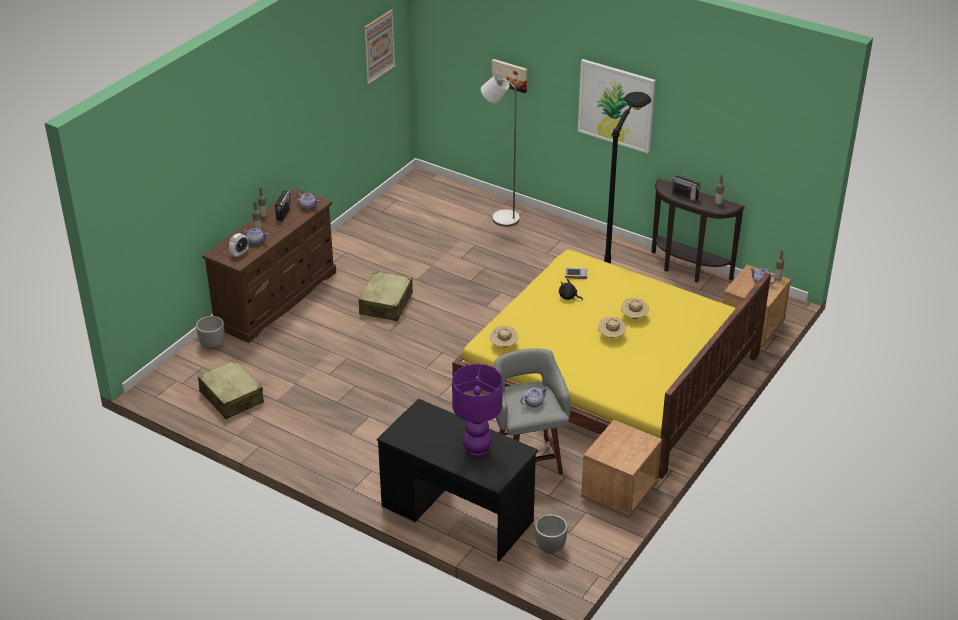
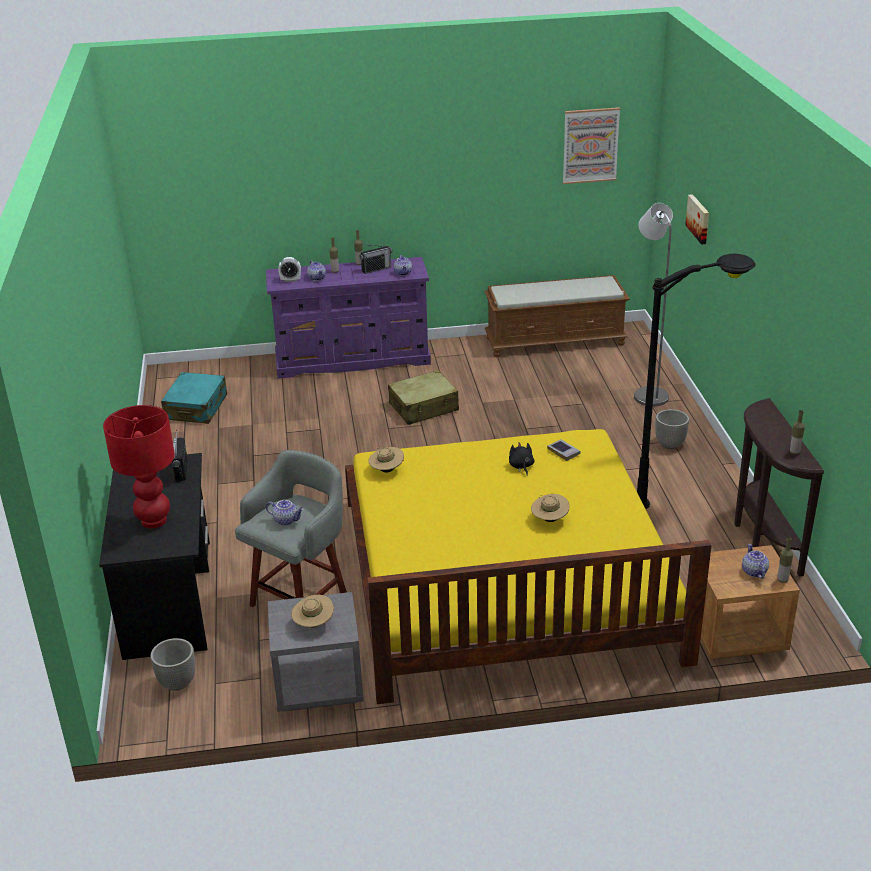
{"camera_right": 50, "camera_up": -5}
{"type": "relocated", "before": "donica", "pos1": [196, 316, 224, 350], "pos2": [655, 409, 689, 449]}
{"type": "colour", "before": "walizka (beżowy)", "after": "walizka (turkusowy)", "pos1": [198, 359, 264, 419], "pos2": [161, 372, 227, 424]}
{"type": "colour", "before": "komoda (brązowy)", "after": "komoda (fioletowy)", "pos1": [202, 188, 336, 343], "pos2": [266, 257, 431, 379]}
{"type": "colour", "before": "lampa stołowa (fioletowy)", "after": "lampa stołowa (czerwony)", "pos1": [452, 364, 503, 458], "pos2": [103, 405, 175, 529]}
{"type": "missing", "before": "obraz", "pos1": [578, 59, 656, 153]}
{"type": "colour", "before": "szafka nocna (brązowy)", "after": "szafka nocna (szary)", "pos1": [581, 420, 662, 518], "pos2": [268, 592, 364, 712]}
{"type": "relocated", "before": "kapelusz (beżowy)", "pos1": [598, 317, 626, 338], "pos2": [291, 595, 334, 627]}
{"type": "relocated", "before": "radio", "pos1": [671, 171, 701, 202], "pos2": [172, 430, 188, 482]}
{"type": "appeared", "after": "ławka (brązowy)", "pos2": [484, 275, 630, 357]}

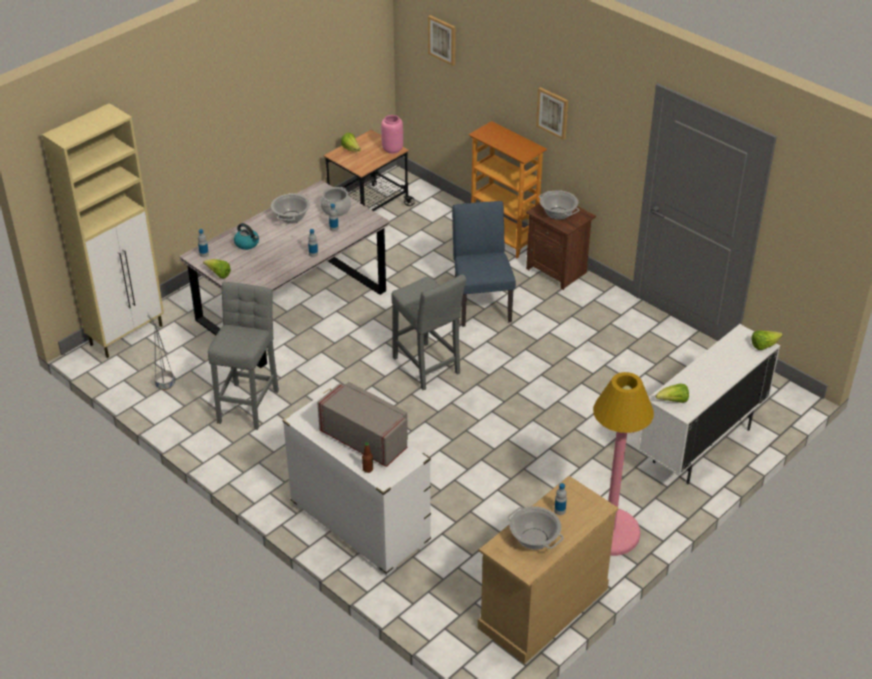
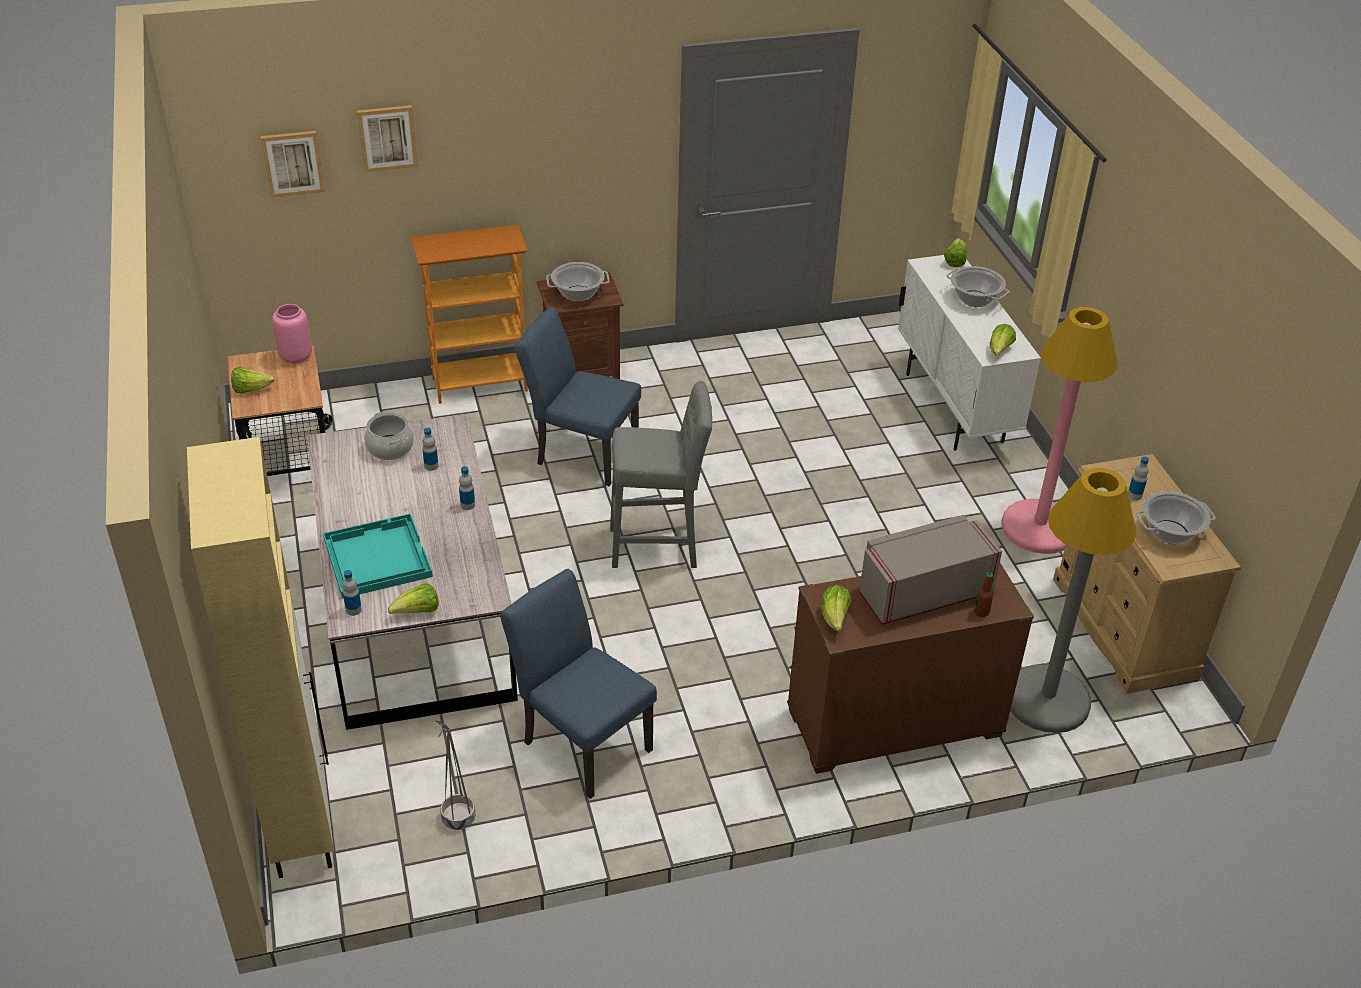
{"camera_right": -60, "camera_up": 0}
{"type": "exchanged", "before": "stołek (szary)", "after": "krzesło (niebieski)", "pos1": [208, 282, 279, 430], "pos2": [500, 569, 657, 799]}
{"type": "exchanged", "before": "czajnik", "after": "taca (turkusowy)", "pos1": [234, 223, 259, 250], "pos2": [323, 513, 433, 599]}
{"type": "relocated", "before": "garnek", "pos1": [271, 193, 310, 224], "pos2": [946, 266, 1009, 307]}
{"type": "colour", "before": "komoda (biały)", "after": "komoda (brązowy)", "pos1": [283, 389, 431, 576], "pos2": [787, 563, 1034, 774]}
{"type": "relocated", "before": "obraz", "pos1": [536, 87, 568, 140], "pos2": [357, 105, 418, 172]}
{"type": "appeared", "after": "sałata", "pos2": [821, 585, 852, 631]}
{"type": "appeared", "after": "lampa stojąca (szary)", "pos2": [1010, 468, 1137, 733]}

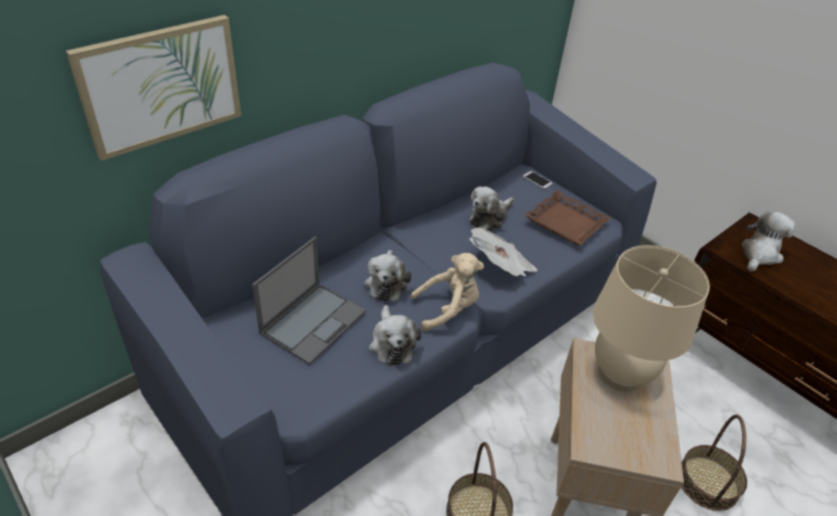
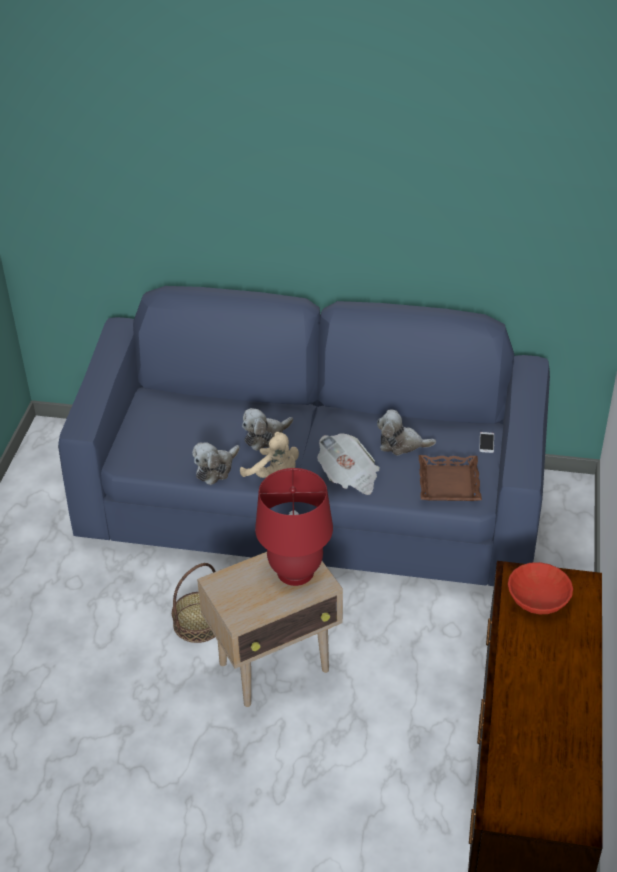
{"camera_right": 55, "camera_up": 0}
{"type": "missing", "before": "obraz", "pos1": [66, 15, 241, 161]}
{"type": "missing", "before": "laptop", "pos1": [252, 237, 366, 365]}
{"type": "colour", "before": "lampa stołowa (beżowy)", "after": "lampa stołowa (czerwony)", "pos1": [593, 245, 710, 392], "pos2": [255, 468, 333, 586]}
{"type": "missing", "before": "koszyk", "pos1": [681, 415, 747, 511]}
{"type": "exchanged", "before": "pluszak", "after": "miska (czerwony)", "pos1": [742, 211, 795, 271], "pos2": [508, 562, 573, 614]}

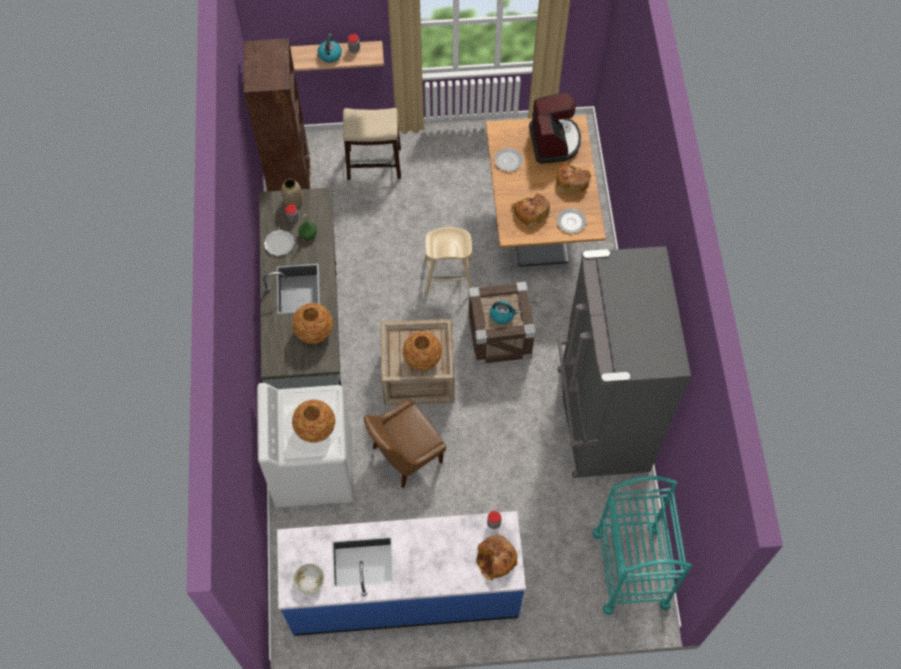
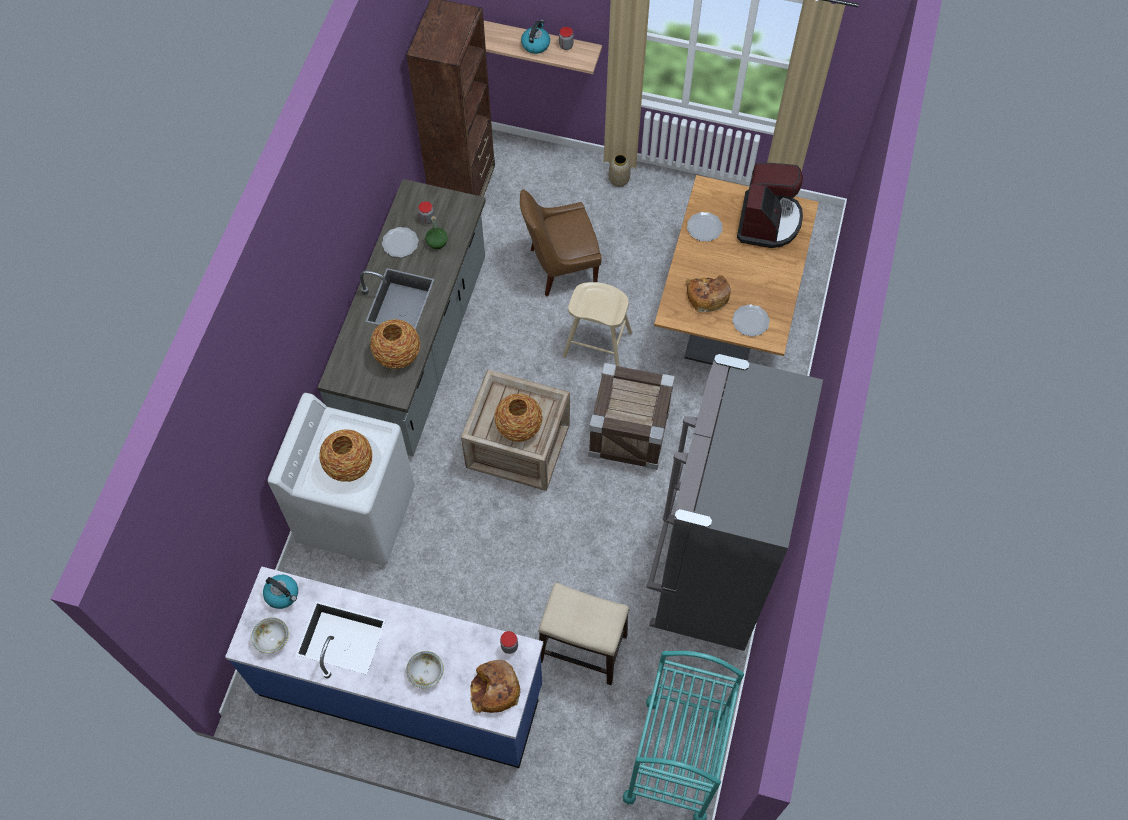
{"camera_right": 20, "camera_up": 0}
{"type": "relocated", "before": "wazon", "pos1": [281, 179, 303, 207], "pos2": [609, 154, 631, 187]}
{"type": "relocated", "before": "stołek", "pos1": [343, 108, 401, 180], "pos2": [538, 583, 629, 685]}
{"type": "relocated", "before": "krzesło (brązowy)", "pos1": [364, 399, 446, 488], "pos2": [520, 189, 602, 297]}
{"type": "relocated", "before": "czajnik", "pos1": [490, 301, 518, 324], "pos2": [263, 575, 298, 609]}
{"type": "missing", "before": "chleb", "pos1": [557, 163, 591, 193]}
{"type": "appeared", "after": "miska", "pos2": [406, 651, 444, 688]}

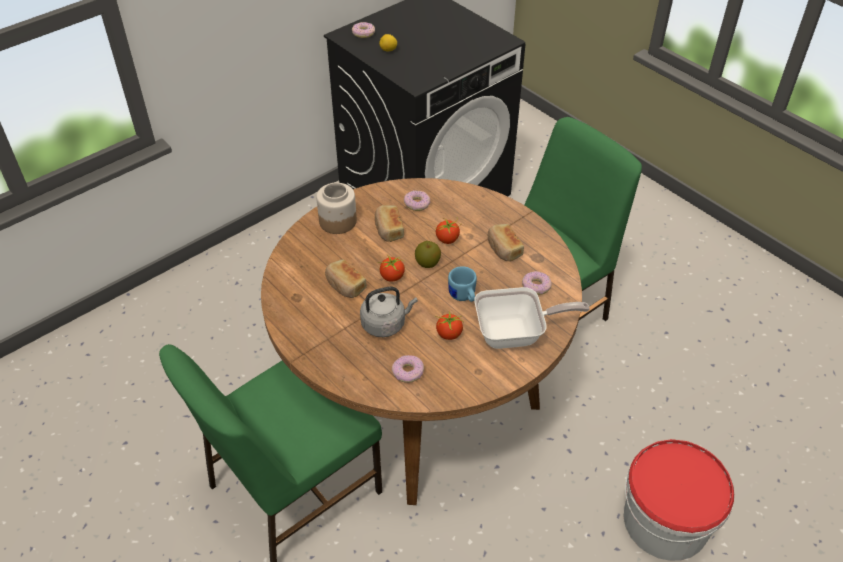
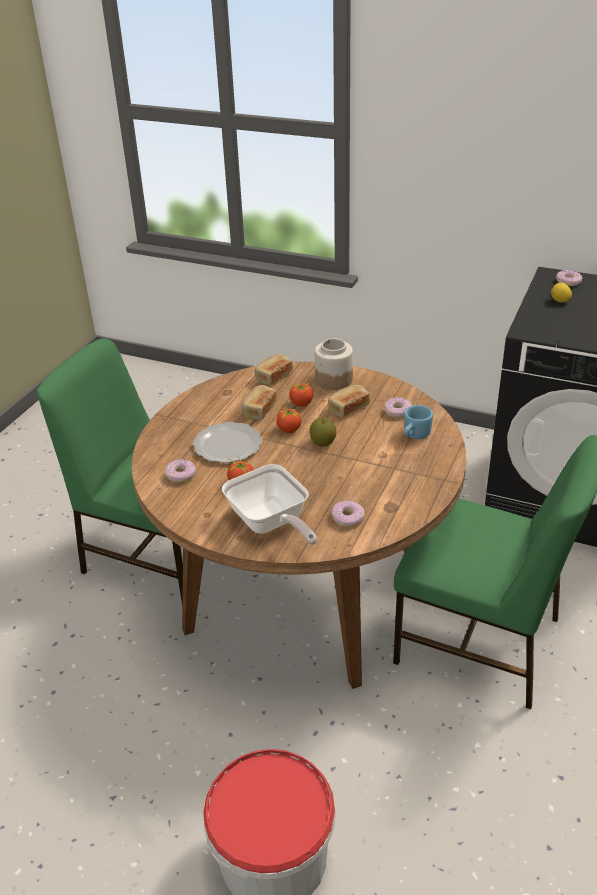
{"camera_right": 65, "camera_up": -10}
{"type": "exchanged", "before": "czajnik (szary)", "after": "talerz", "pos1": [360, 286, 418, 337], "pos2": [193, 422, 262, 463]}
{"type": "relocated", "before": "pomidor", "pos1": [436, 218, 460, 244], "pos2": [289, 382, 313, 407]}
{"type": "relocated", "before": "kubek (niebieski)", "pos1": [448, 266, 477, 302], "pos2": [404, 405, 433, 439]}
{"type": "relocated", "before": "chleb", "pos1": [488, 224, 524, 261], "pos2": [254, 354, 293, 385]}

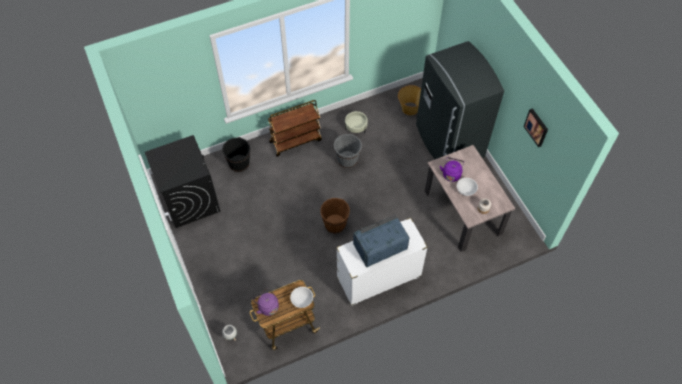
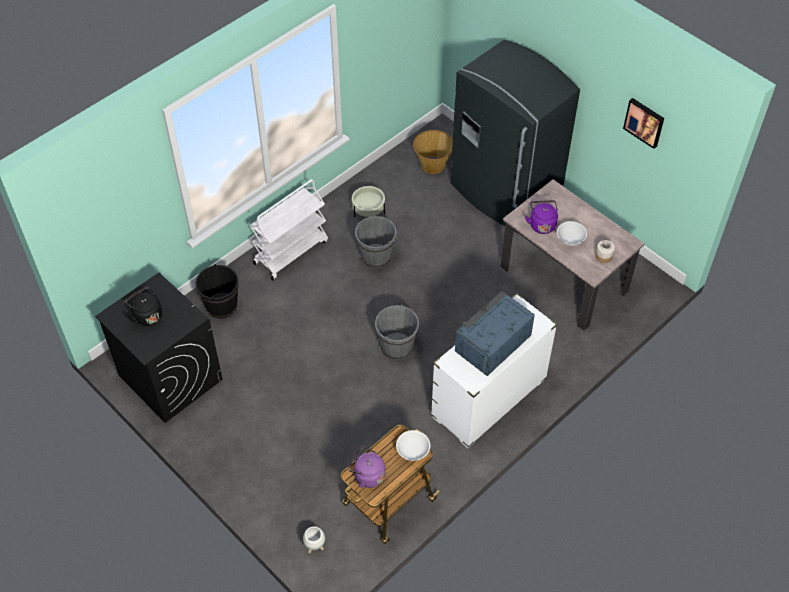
{"camera_right": -20, "camera_up": -5}
{"type": "colour", "before": "wózek (brązowy)", "after": "wózek (biały)", "pos1": [268, 100, 322, 157], "pos2": [250, 179, 328, 280]}
{"type": "colour", "before": "wiadro (brązowy)", "after": "wiadro (szary)", "pos1": [320, 198, 350, 233], "pos2": [375, 305, 419, 360]}
{"type": "appeared", "after": "czajnik (czarny)", "pos2": [124, 286, 162, 326]}

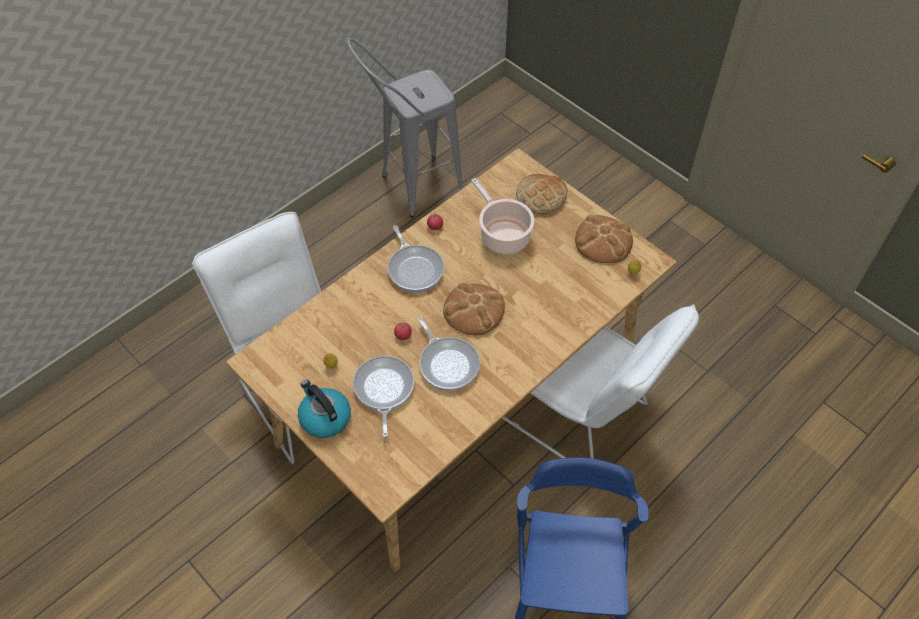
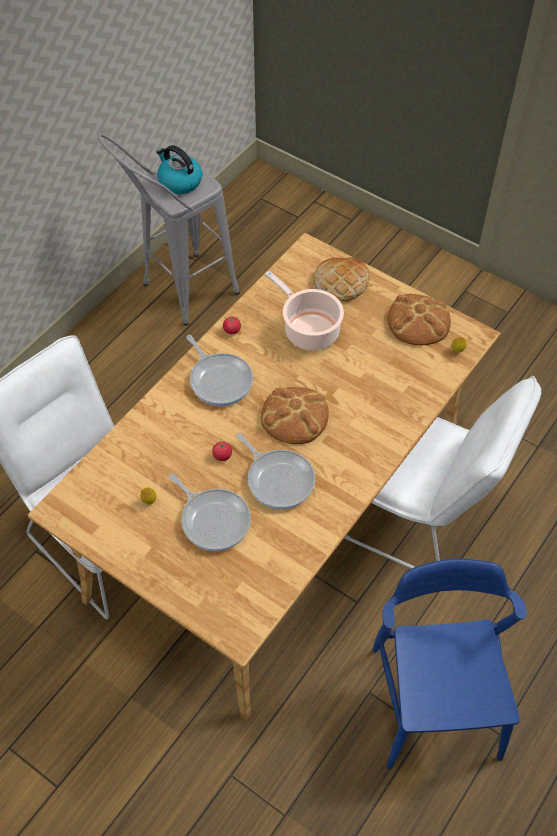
{"camera_right": -10, "camera_up": 0}
{"type": "relocated", "before": "czajnik", "pos1": [298, 380, 351, 438], "pos2": [156, 145, 202, 194]}
{"type": "spun", "before": "patelnia", "pos1": [353, 356, 414, 437], "pos2": [169, 473, 251, 551], "turn": 150}

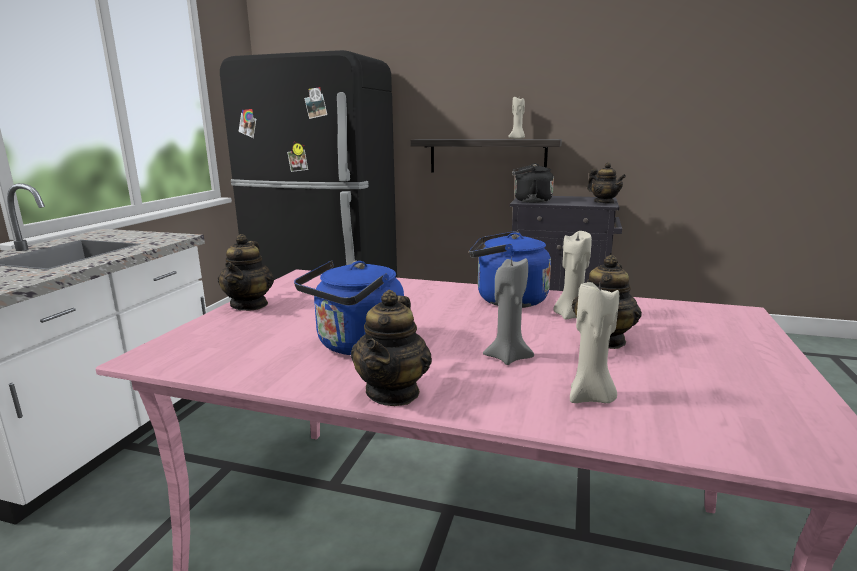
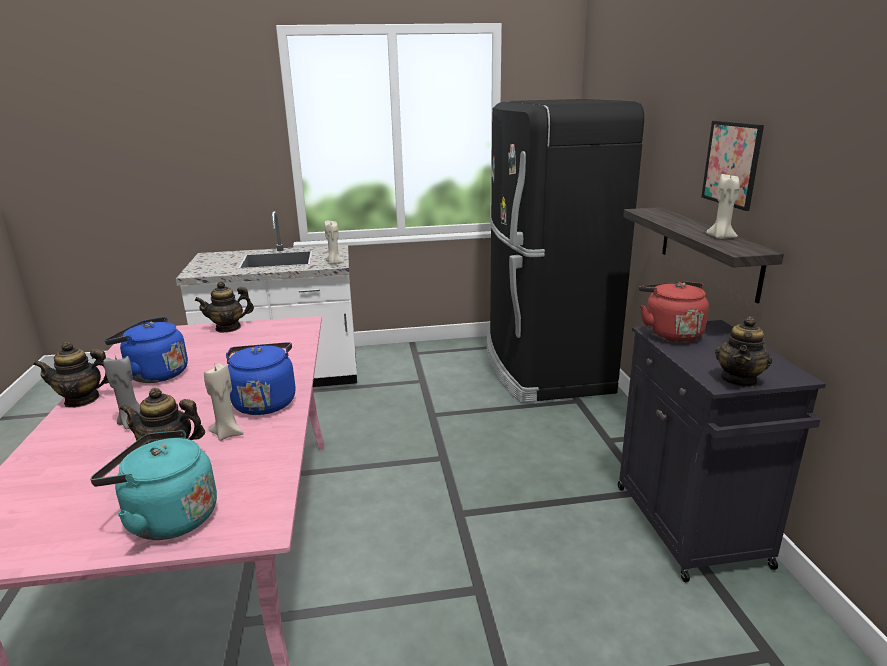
{"camera_right": 65, "camera_up": 5}
{"type": "colour", "before": "czajnik (czarny)", "after": "czajnik (czerwony)", "pos1": [512, 163, 554, 203], "pos2": [639, 281, 709, 343]}
{"type": "relocated", "before": "świeca (beżowy)", "pos1": [570, 279, 619, 403], "pos2": [325, 221, 344, 265]}
{"type": "appeared", "after": "czajnik (turkusowy)", "pos2": [90, 430, 217, 540]}
{"type": "appeared", "after": "obraz", "pos2": [701, 121, 764, 211]}

